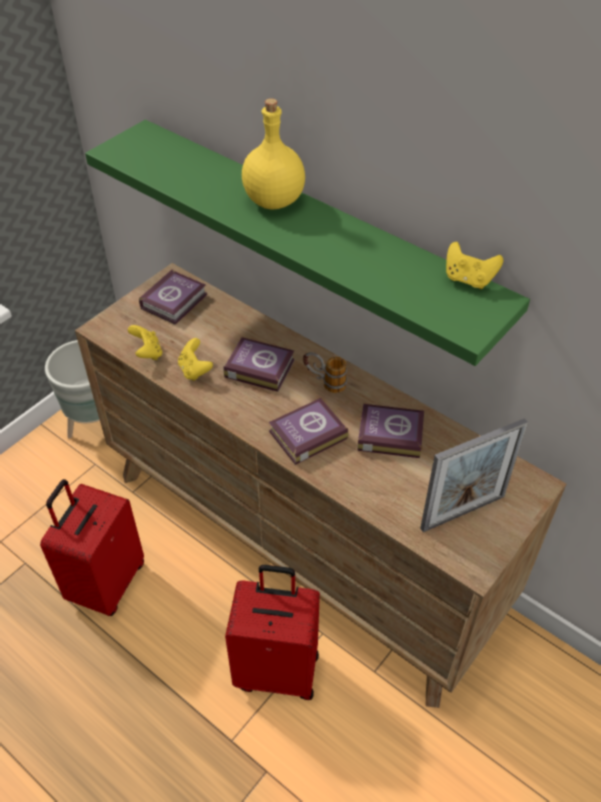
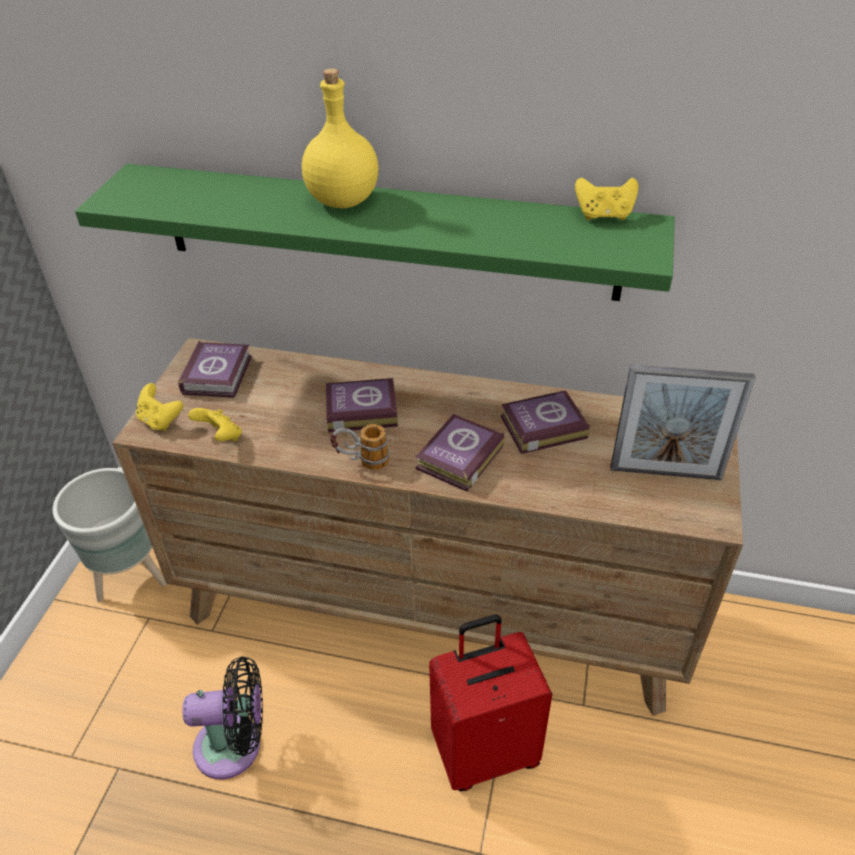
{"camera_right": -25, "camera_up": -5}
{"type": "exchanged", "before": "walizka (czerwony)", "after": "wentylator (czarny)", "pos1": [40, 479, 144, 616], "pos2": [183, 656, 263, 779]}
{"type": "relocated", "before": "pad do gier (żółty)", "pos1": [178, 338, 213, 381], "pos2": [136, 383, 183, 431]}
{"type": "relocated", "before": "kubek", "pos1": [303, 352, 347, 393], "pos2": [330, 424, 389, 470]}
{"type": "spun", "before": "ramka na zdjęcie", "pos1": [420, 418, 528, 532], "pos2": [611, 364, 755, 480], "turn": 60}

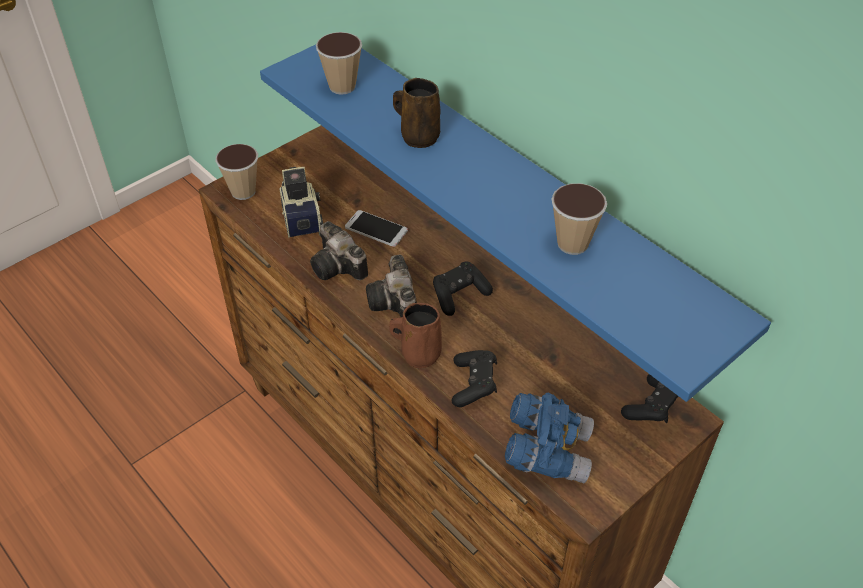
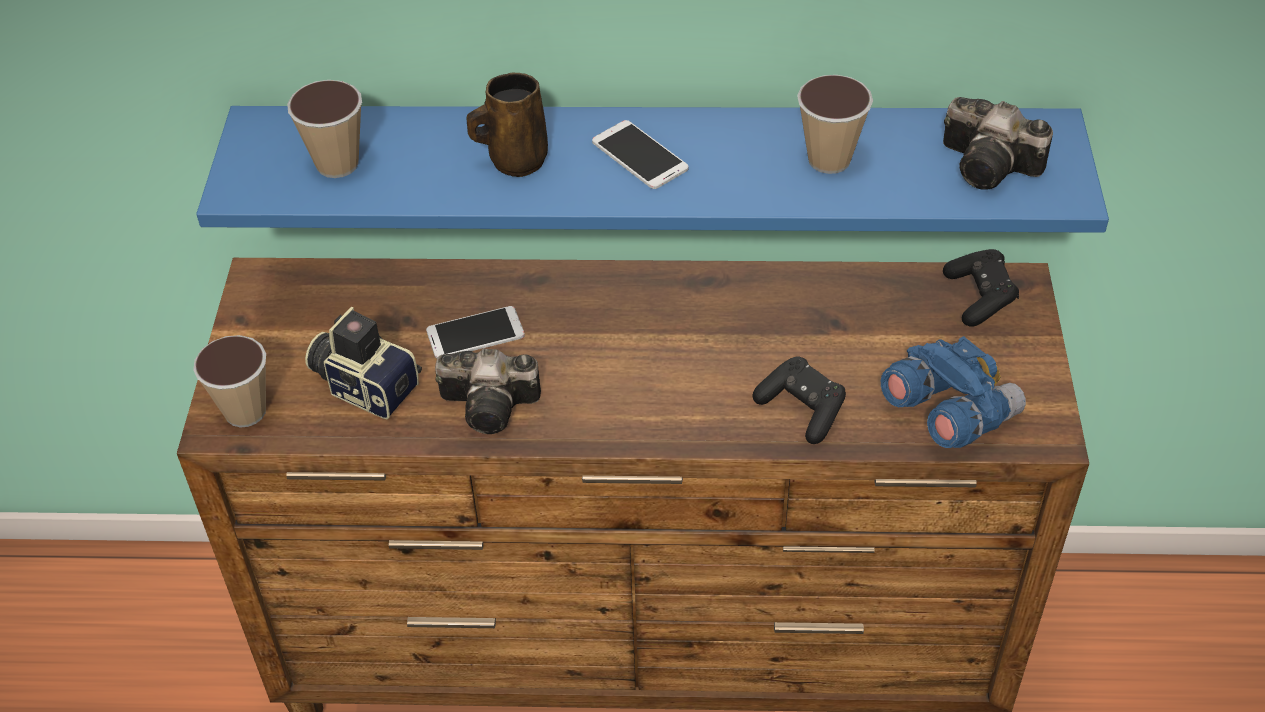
{"camera_right": -45, "camera_up": 0}
{"type": "relocated", "before": "aparat fotograficzny", "pos1": [366, 254, 417, 317], "pos2": [943, 97, 1053, 190]}
{"type": "missing", "before": "kubek (brązowy)", "pos1": [389, 303, 442, 368]}
{"type": "missing", "before": "pad do gier (czarny)", "pos1": [433, 261, 493, 316]}
{"type": "appeared", "after": "telefon", "pos2": [592, 120, 688, 189]}

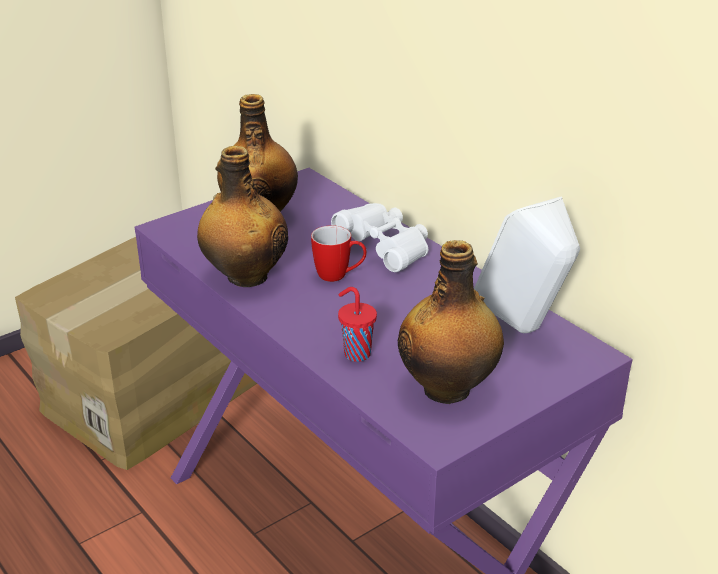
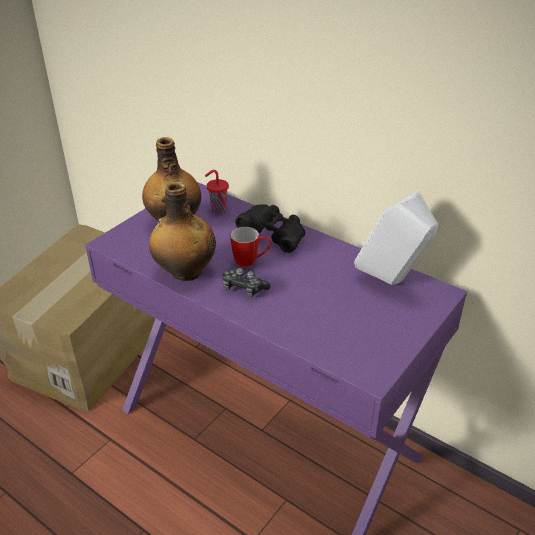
{"camera_right": -15, "camera_up": 5}
{"type": "colour", "before": "lornetka (biały)", "after": "lornetka (czarny)", "pos1": [331, 203, 428, 272], "pos2": [235, 204, 305, 253]}
{"type": "relocated", "before": "filiżanka (czerwony)", "pos1": [338, 287, 377, 362], "pos2": [205, 170, 229, 213]}
{"type": "missing", "before": "butelka", "pos1": [398, 240, 504, 404]}
{"type": "appeared", "after": "pad do gier", "pos2": [223, 268, 271, 297]}

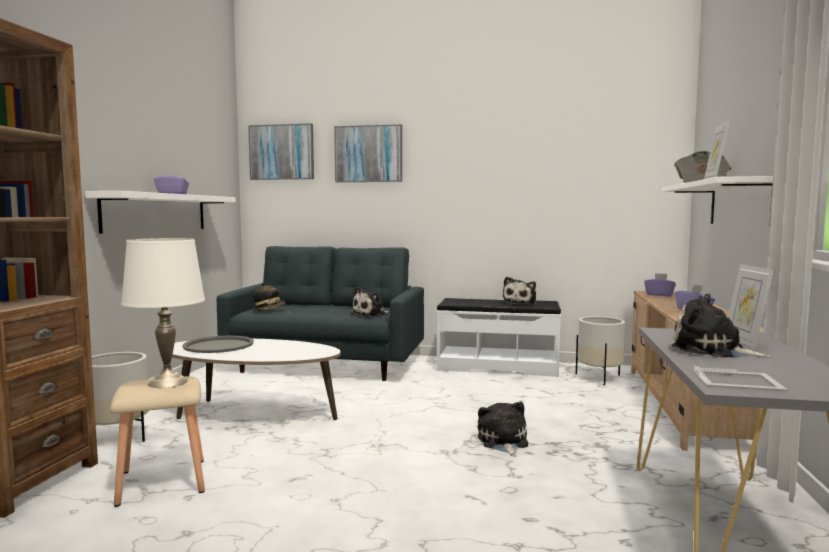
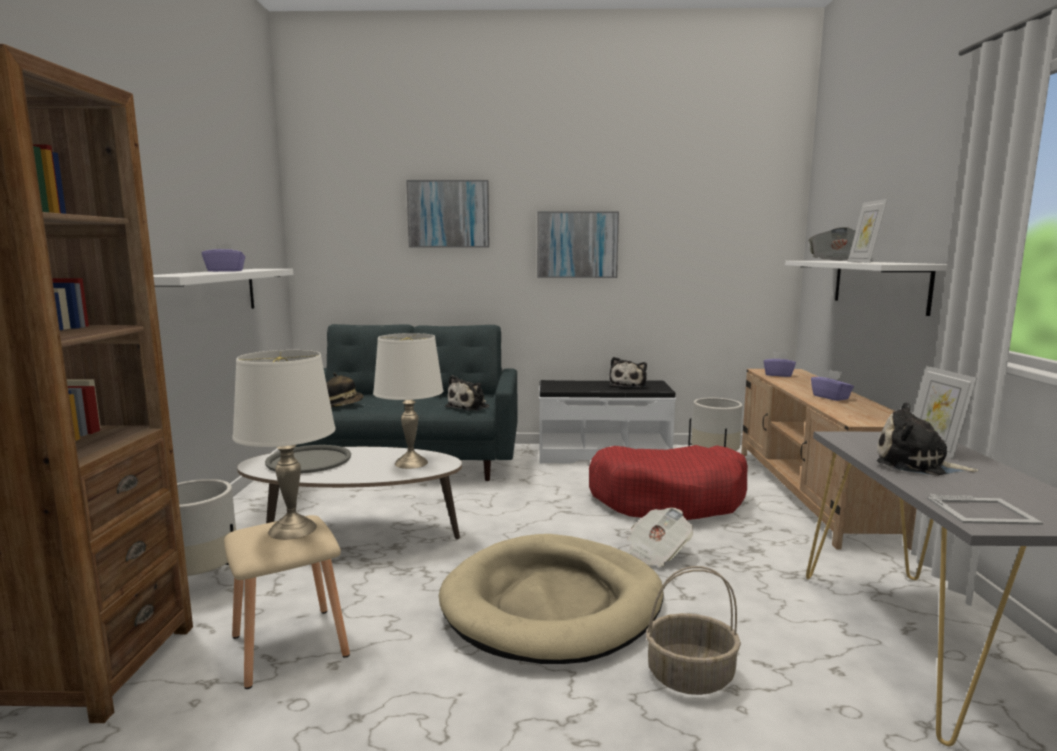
{"camera_right": -10, "camera_up": 5}
{"type": "relocated", "before": "obraz", "pos1": [248, 123, 314, 180], "pos2": [537, 211, 619, 278]}
{"type": "exchanged", "before": "pluszak", "after": "gazeta", "pos1": [478, 402, 528, 457], "pos2": [627, 508, 693, 567]}
{"type": "appeared", "after": "lampa stołowa (biały)", "pos2": [373, 333, 443, 469]}
{"type": "appeared", "after": "legowisko (beżowy)", "pos2": [439, 534, 664, 664]}
{"type": "appeared", "after": "legowisko (czerwony)", "pos2": [589, 445, 748, 520]}
{"type": "appeared", "after": "koszyk", "pos2": [646, 566, 741, 695]}

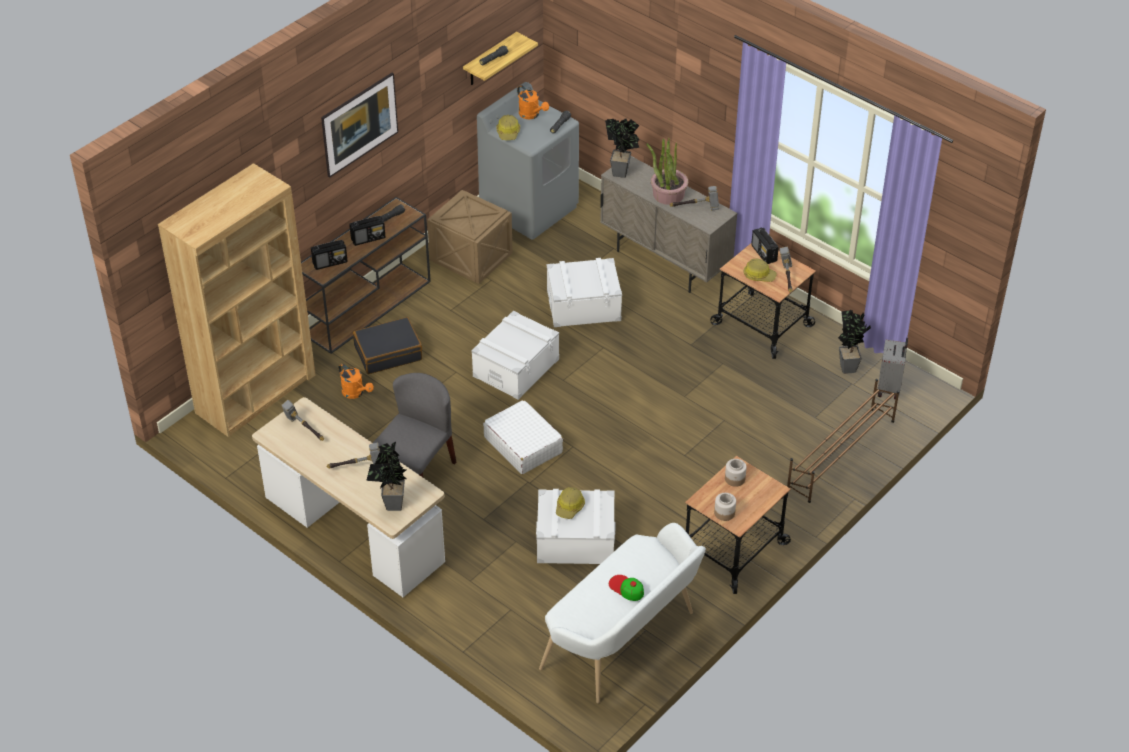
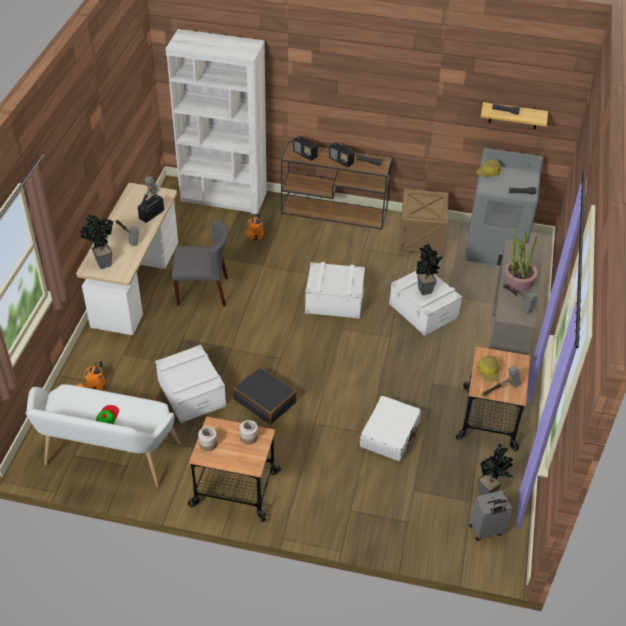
{"camera_right": 60, "camera_up": 0}
{"type": "colour", "before": "regał (brązowy)", "after": "regał (biały)", "pos1": [158, 163, 316, 437], "pos2": [166, 29, 267, 214]}
{"type": "missing", "before": "obraz", "pos1": [321, 73, 398, 178]}
{"type": "relocated", "before": "walizka (czarny)", "pos1": [353, 317, 422, 374], "pos2": [233, 367, 297, 424]}
{"type": "relocated", "before": "walizka (biały)", "pos1": [483, 400, 563, 474], "pos2": [360, 396, 421, 461]}
{"type": "relocated", "before": "konewka (pomarańczowy)", "pos1": [517, 85, 549, 119], "pos2": [76, 360, 106, 390]}
{"type": "missing", "before": "kask", "pos1": [556, 487, 585, 519]}
{"type": "relocated", "before": "roślina doniczkowa", "pos1": [605, 119, 639, 178], "pos2": [416, 243, 443, 295]}
{"type": "relocated", "before": "radio", "pos1": [751, 227, 779, 264], "pos2": [138, 194, 164, 223]}
{"type": "missing", "before": "regał na buty (brązowy)", "pos1": [787, 379, 899, 503]}

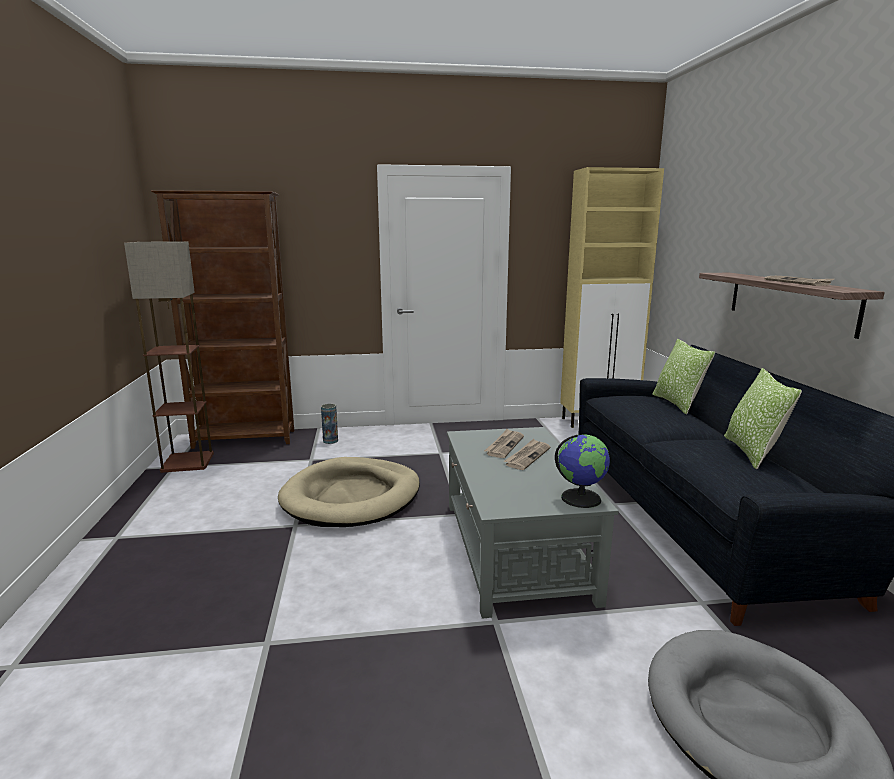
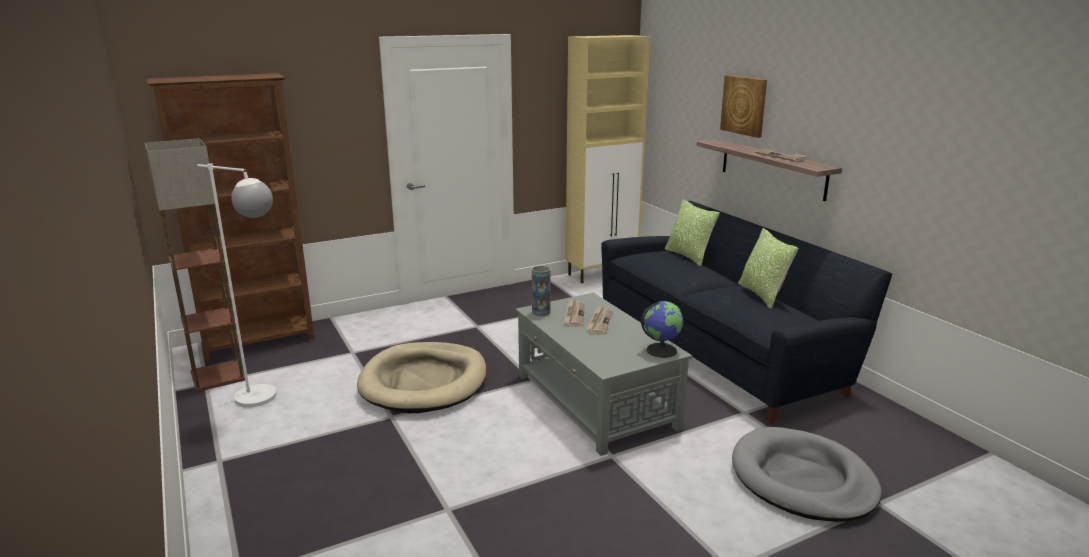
{"camera_right": -20, "camera_up": 5}
{"type": "relocated", "before": "wazon", "pos1": [321, 404, 338, 444], "pos2": [532, 266, 551, 316]}
{"type": "appeared", "after": "lampa stojąca (biały)", "pos2": [197, 163, 276, 407]}
{"type": "appeared", "after": "obraz", "pos2": [720, 75, 767, 138]}

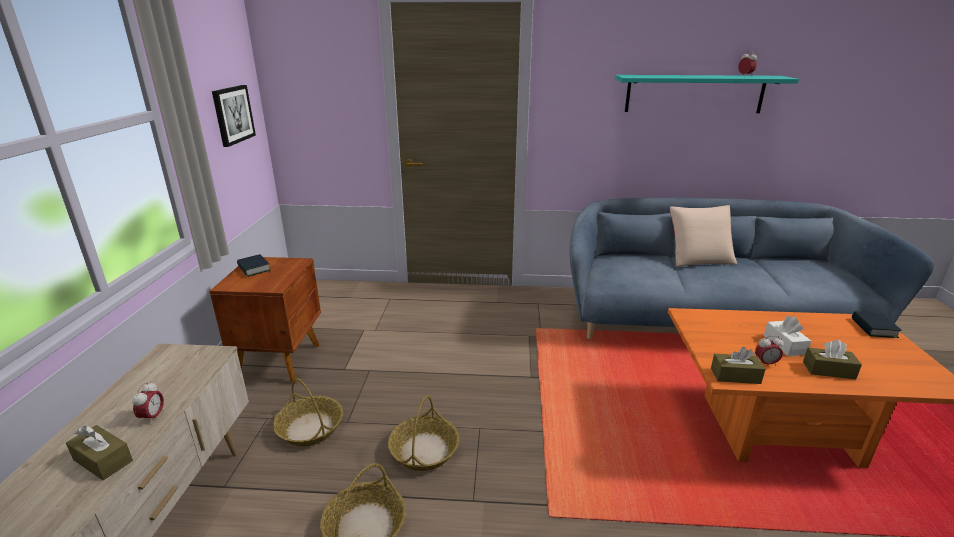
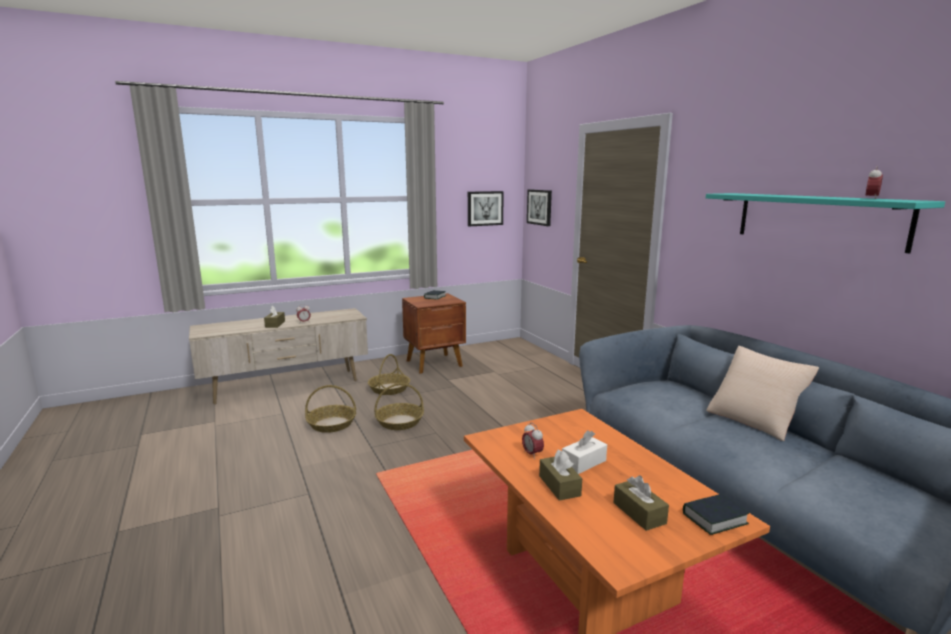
{"camera_right": 60, "camera_up": -10}
{"type": "relocated", "before": "pudełko chusteczek (brązowy)", "pos1": [711, 347, 766, 384], "pos2": [613, 475, 669, 531]}
{"type": "appeared", "after": "obraz", "pos2": [527, 189, 552, 226]}

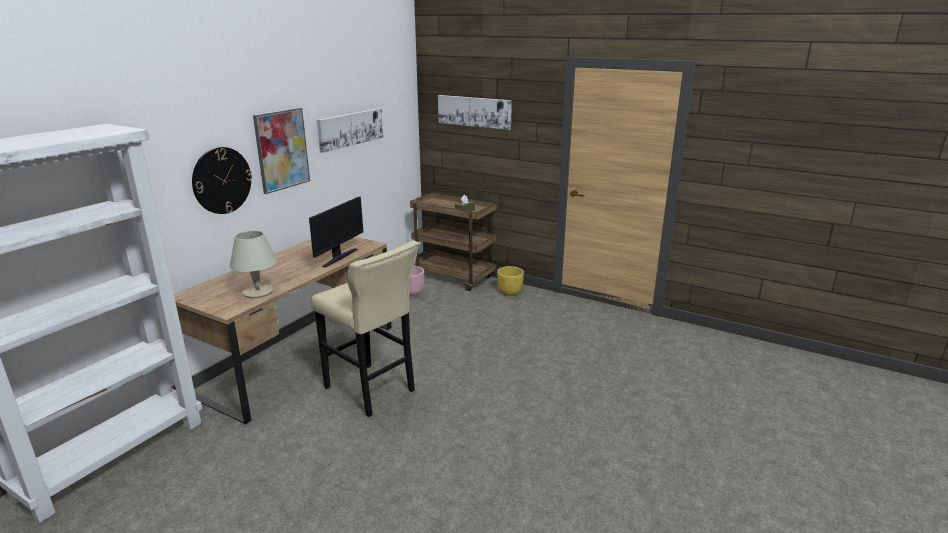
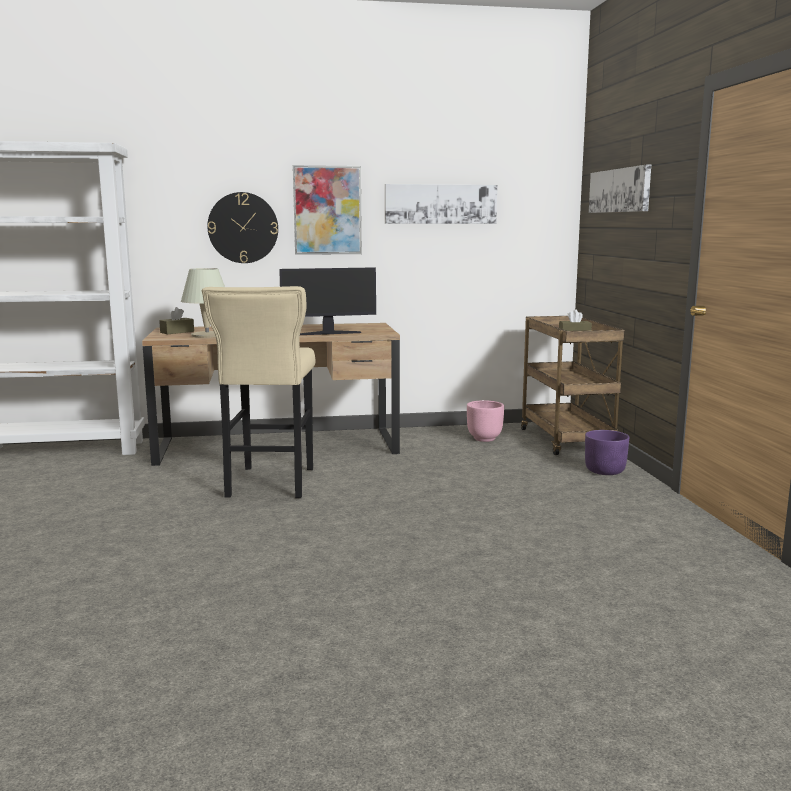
{"camera_right": 50, "camera_up": -10}
{"type": "colour", "before": "donica (żółty)", "after": "donica (fioletowy)", "pos1": [497, 266, 524, 296], "pos2": [585, 430, 630, 475]}
{"type": "appeared", "after": "pudełko chusteczek (brązowy)", "pos2": [159, 307, 194, 334]}

